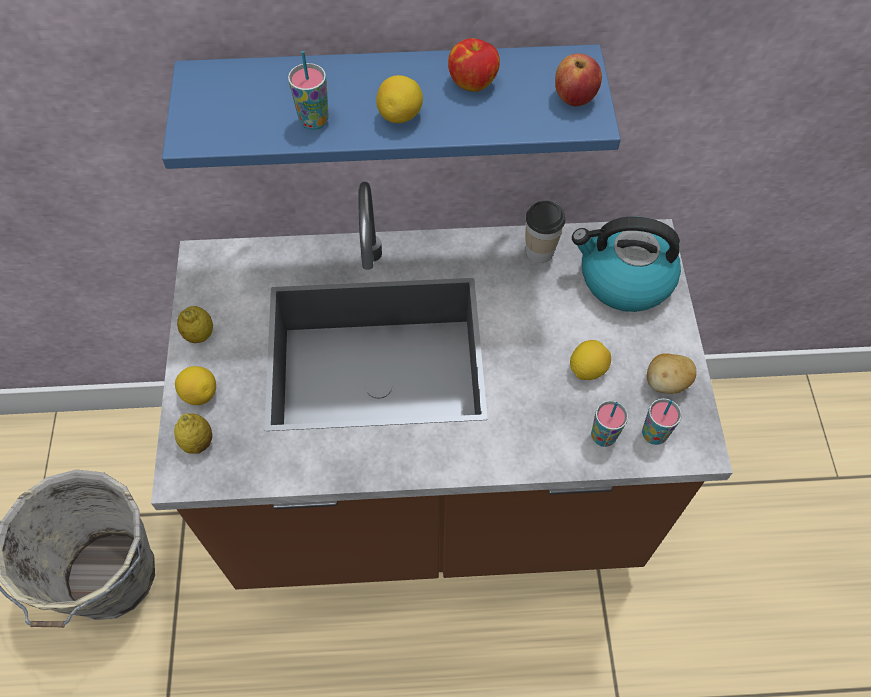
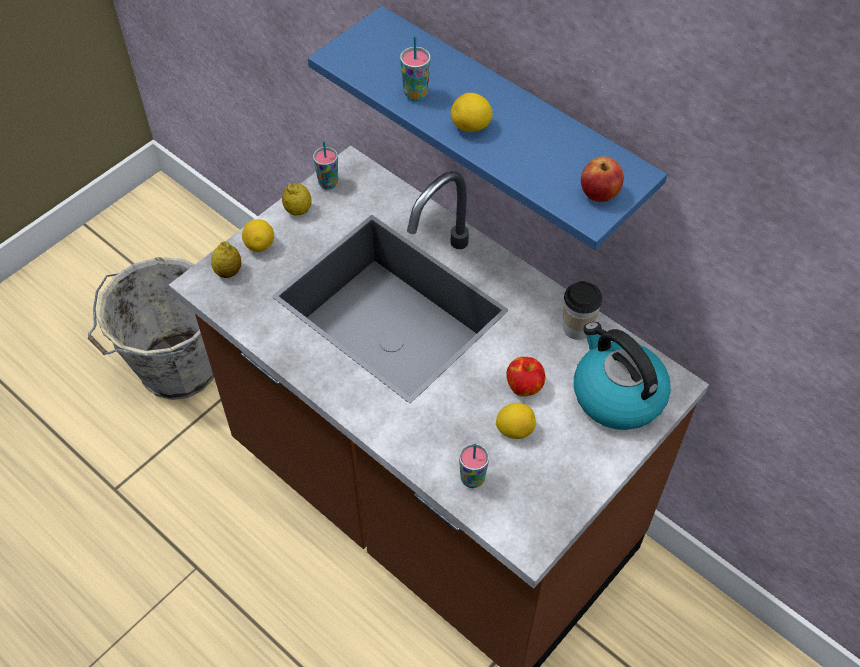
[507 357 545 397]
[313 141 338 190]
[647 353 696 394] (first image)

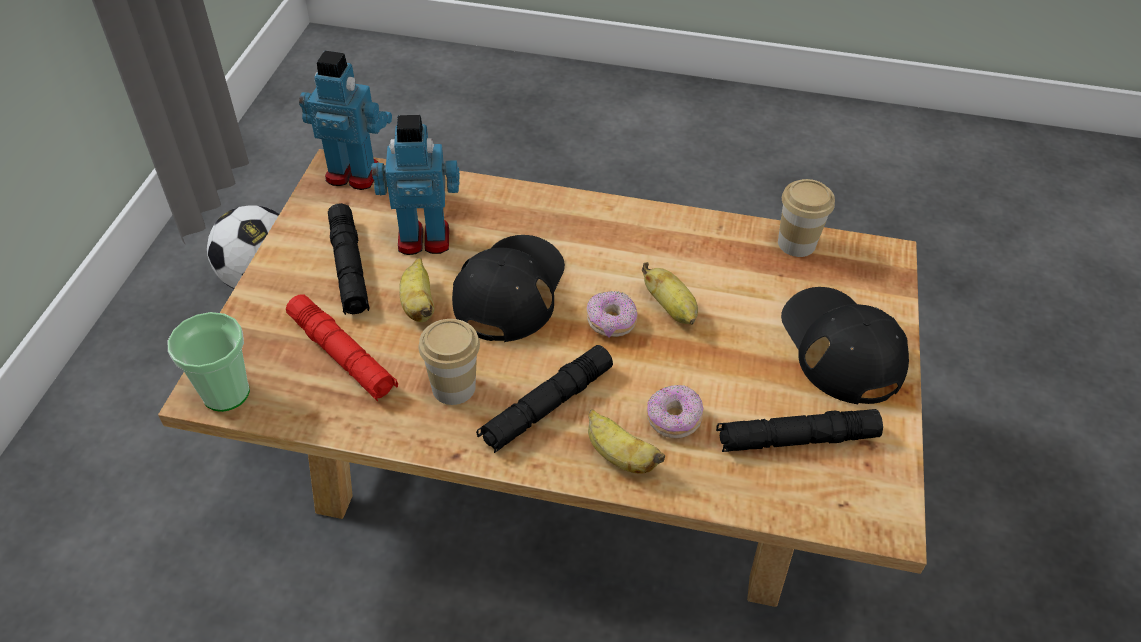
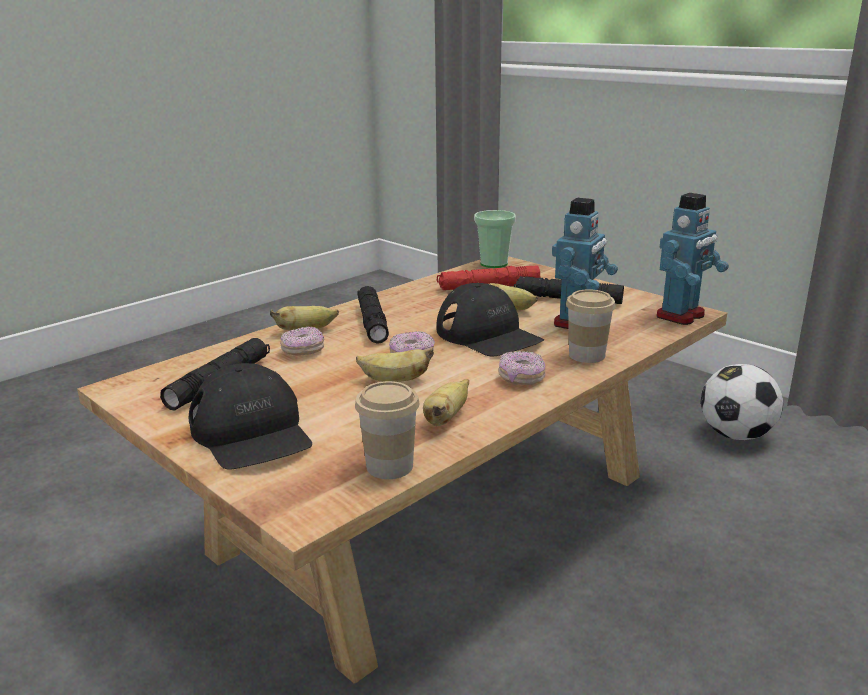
[566 289 616 363]
[189 363 312 470]
[423 379 469 426]
[499 351 546 385]

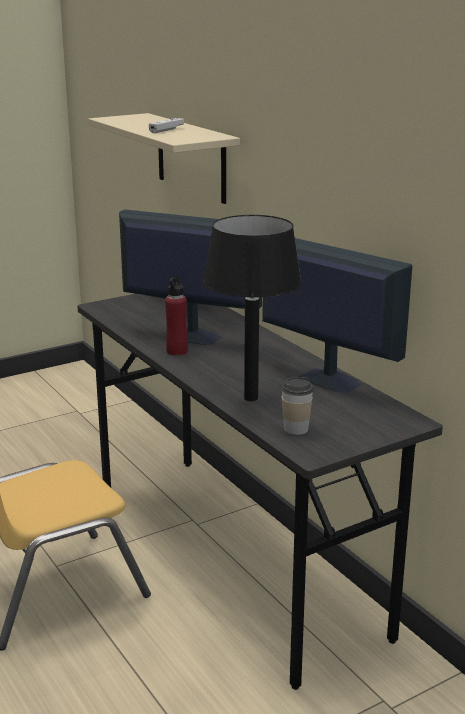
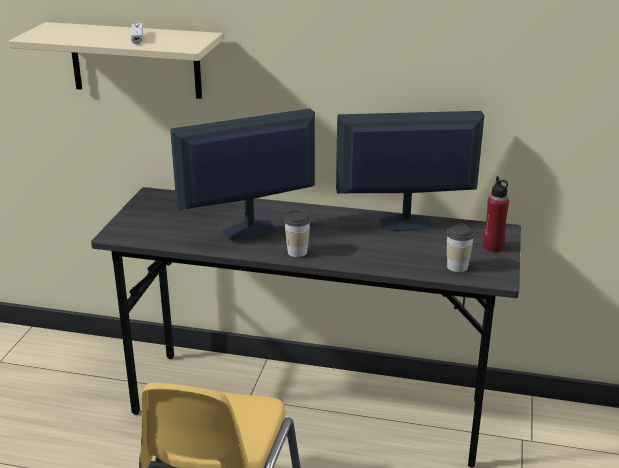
[483 176 509 252]
[203 215 302 401] (first image)
[284 211 311 257]

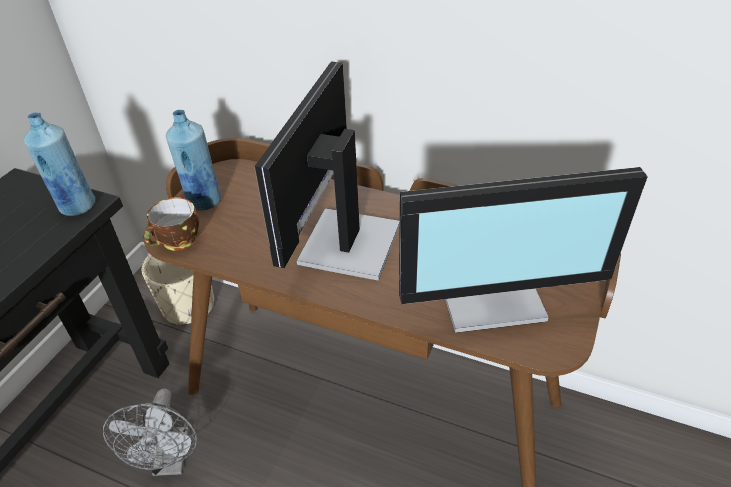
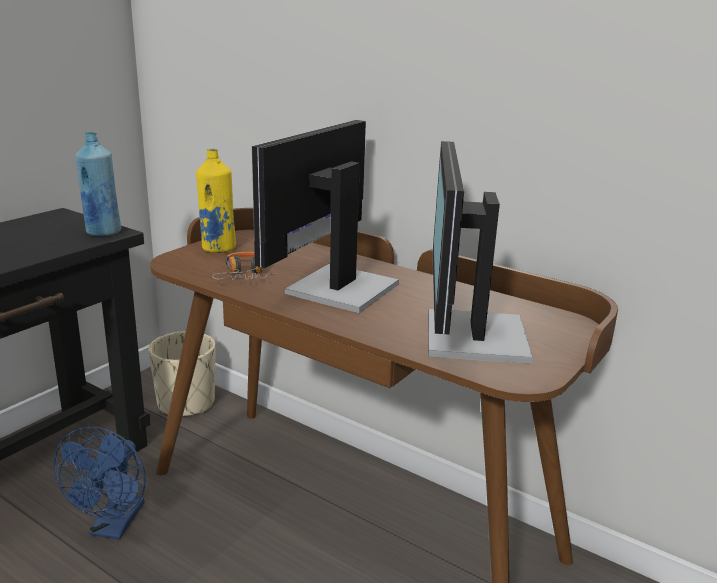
[53 427 146 540]
[145 197 199 251] (first image)
[196 149 236 253]
[428 141 533 364]
[212 252 277 280]

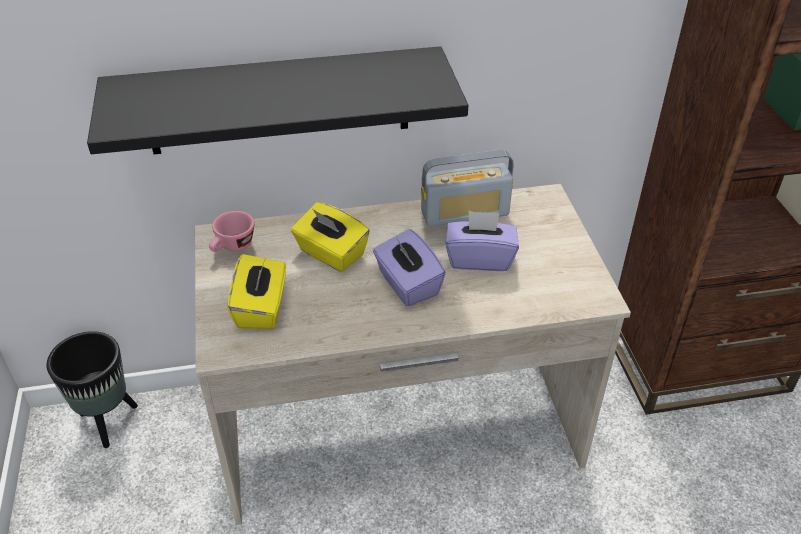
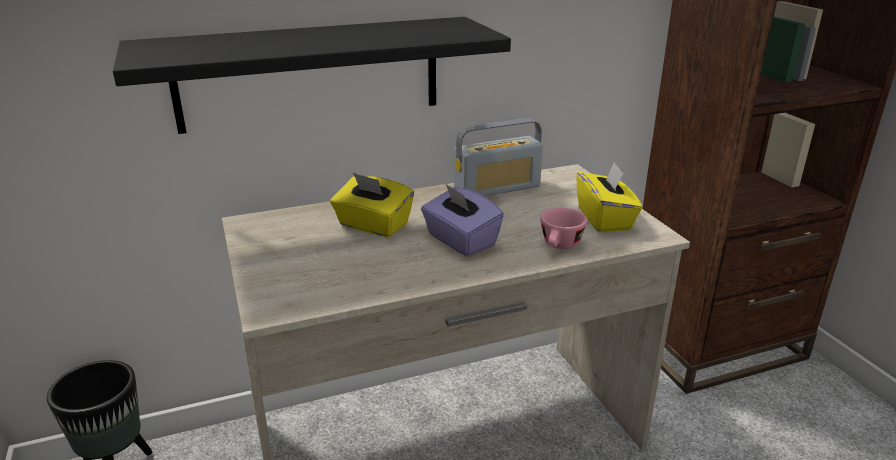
[540 208 587 249]
[576 162 642 232]
[445 210 519 271] (first image)

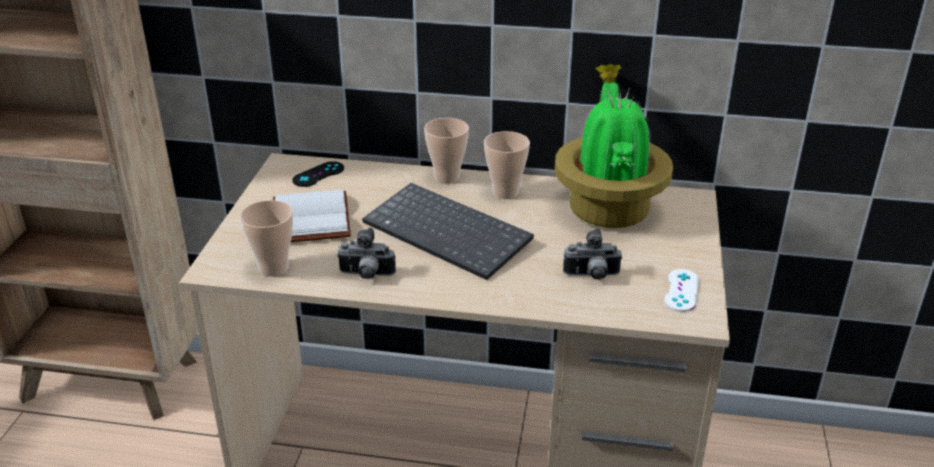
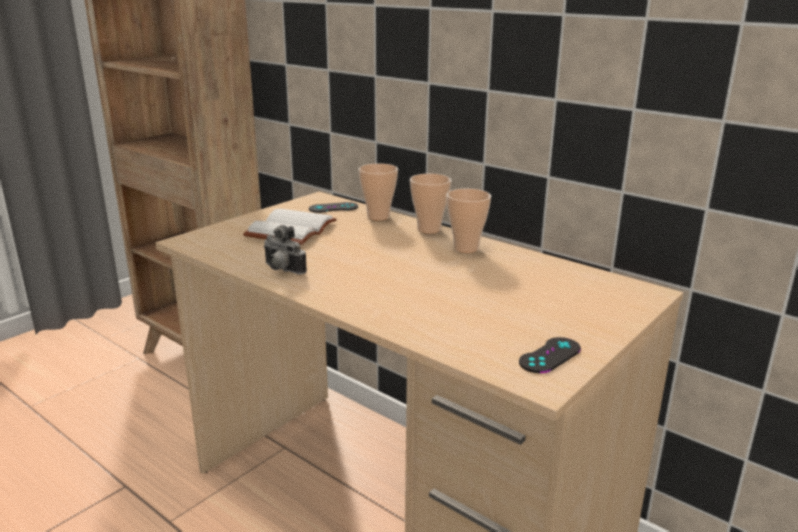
[359 164 398 220]
[362 183 534 280] (first image)
[555 64 673 228] (first image)
[563 228 623 280] (first image)
[519 337 581 373]

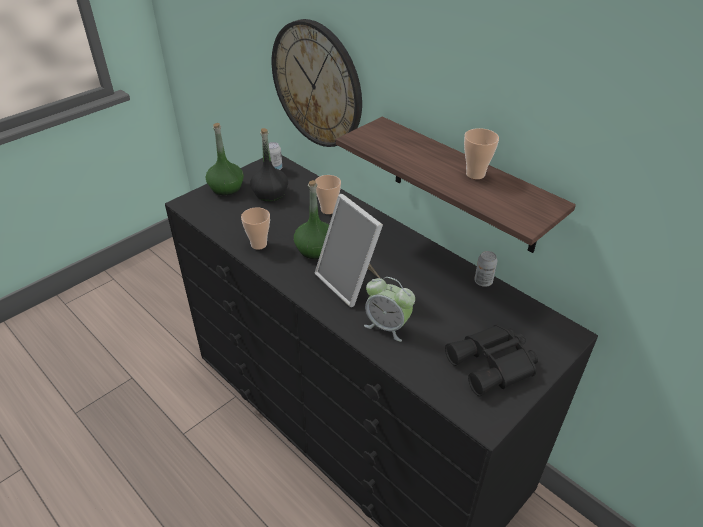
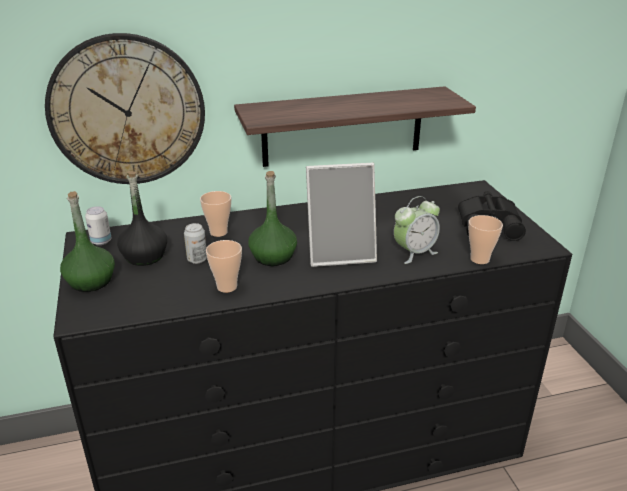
[468 215 503 264]
[184 223 207 264]

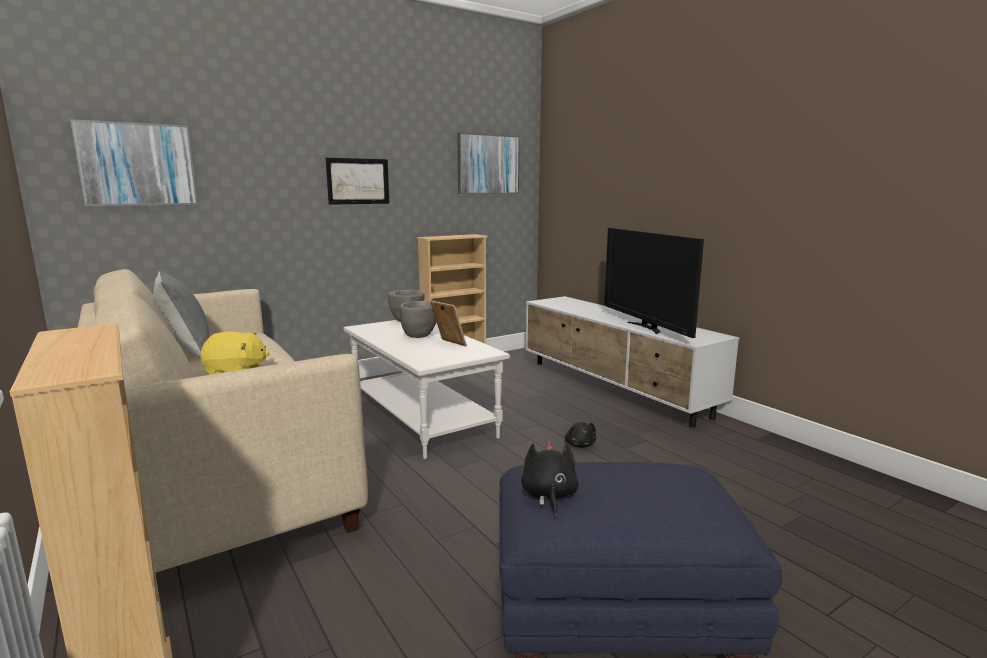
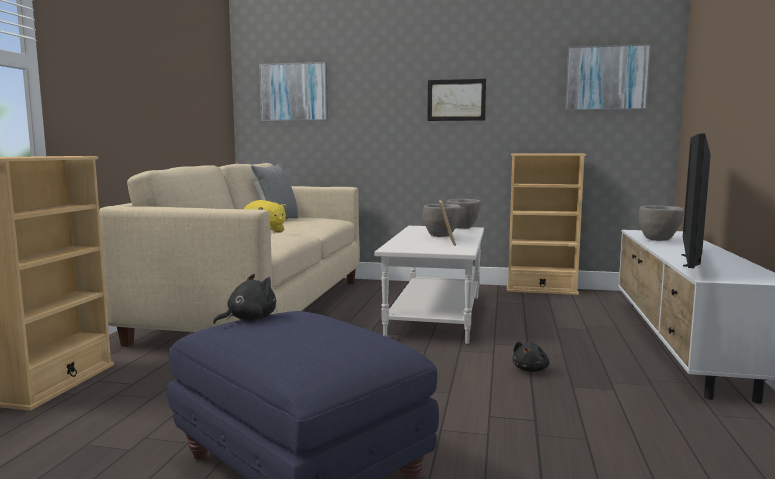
[639 205 684 241]

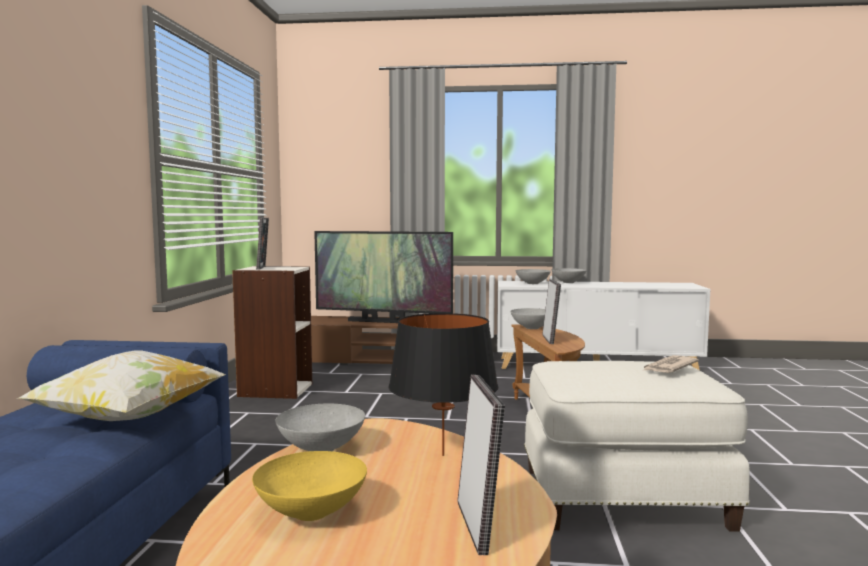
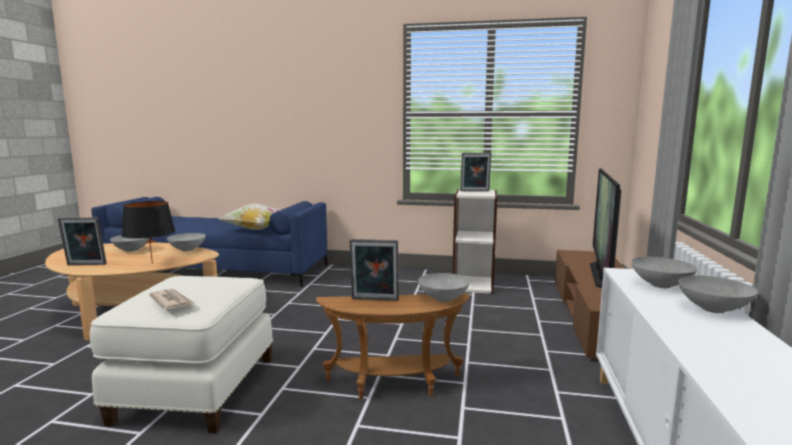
[110 235 149 252]

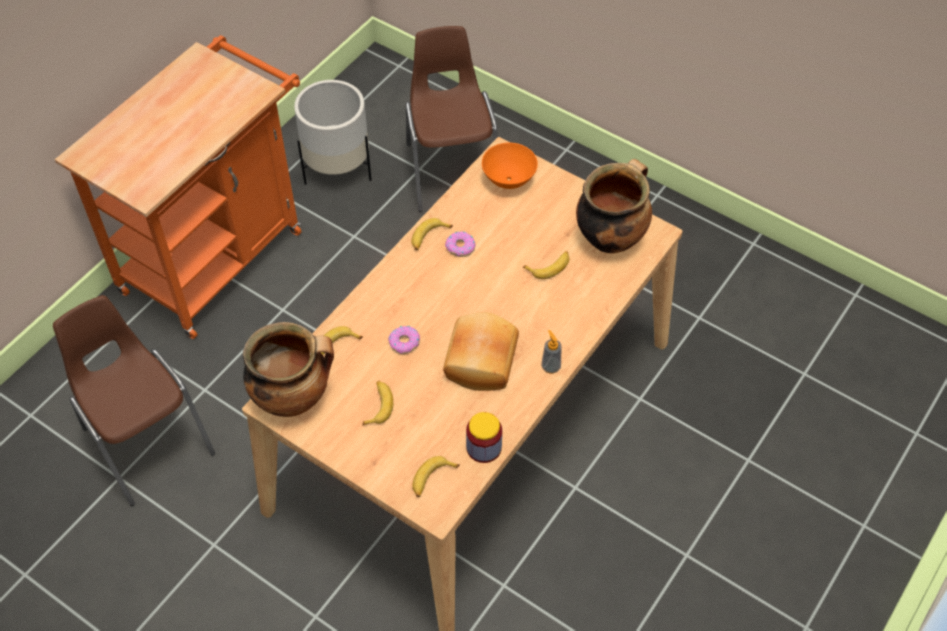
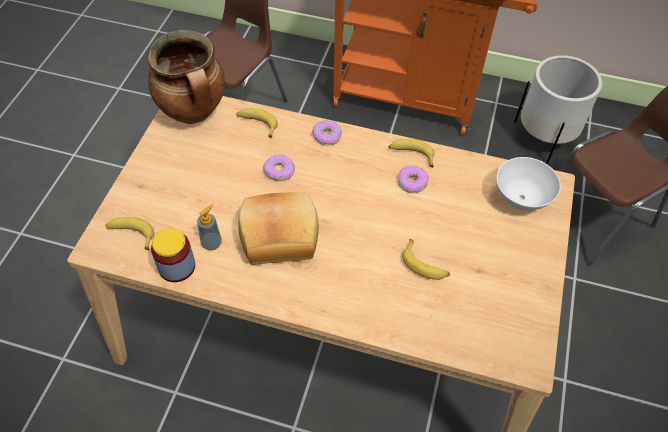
[362 381 393 426] (first image)
[496 157 561 211]
[197 205 222 251]
[576 159 652 253] (first image)
[312 120 342 146]

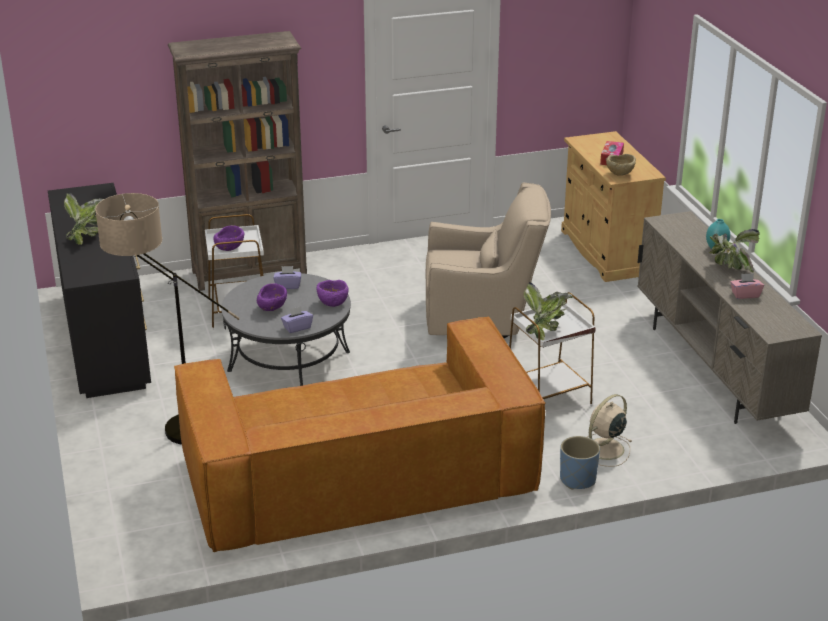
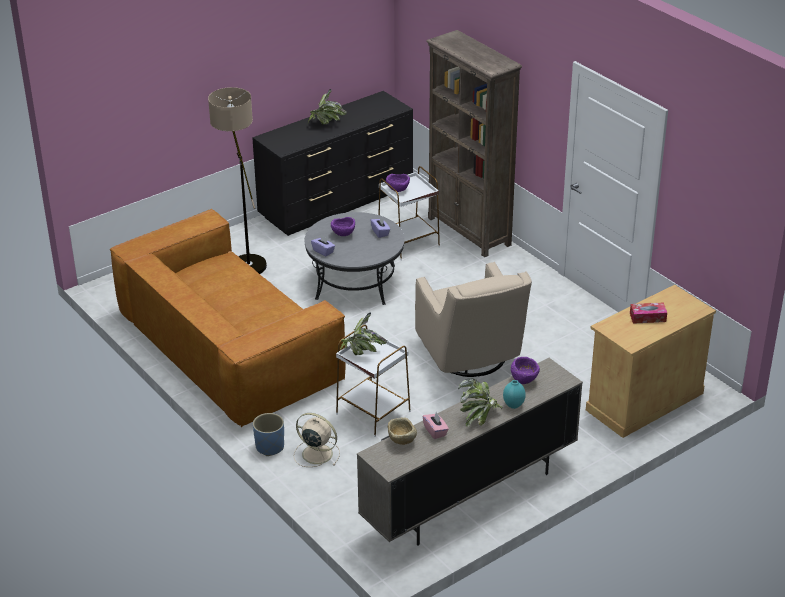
[511 357 540 384]
[388 417 417 445]

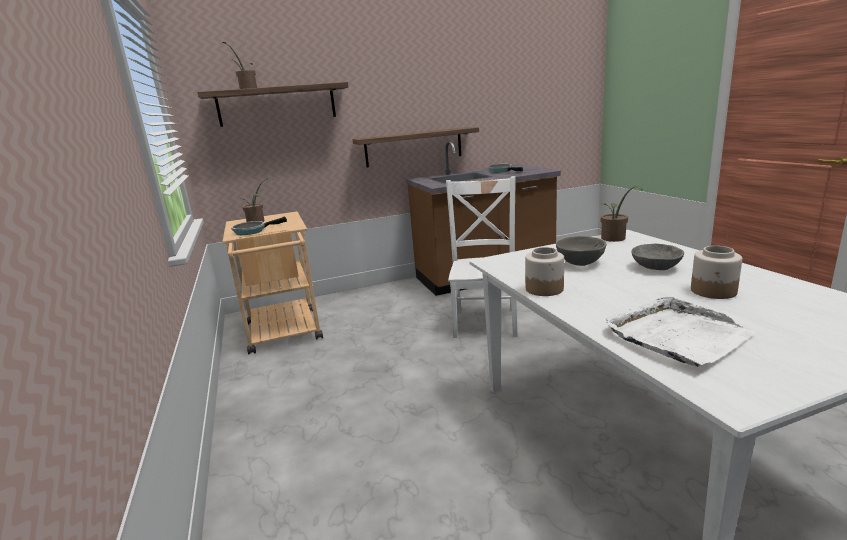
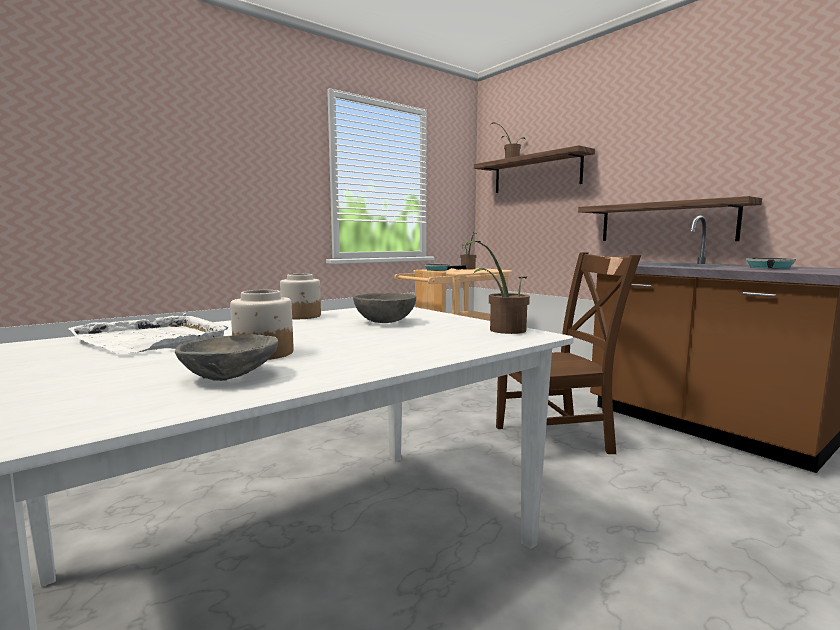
[496 252 641 454]
[175 334 278 381]

